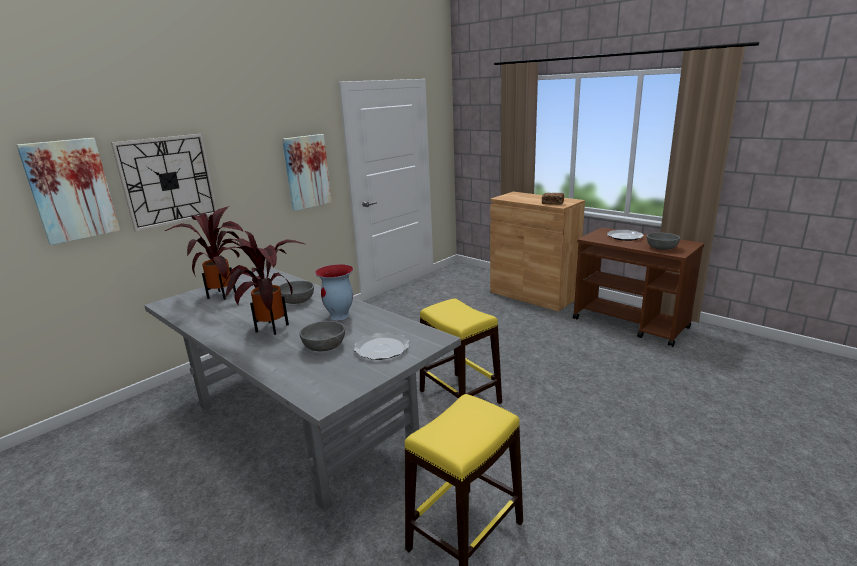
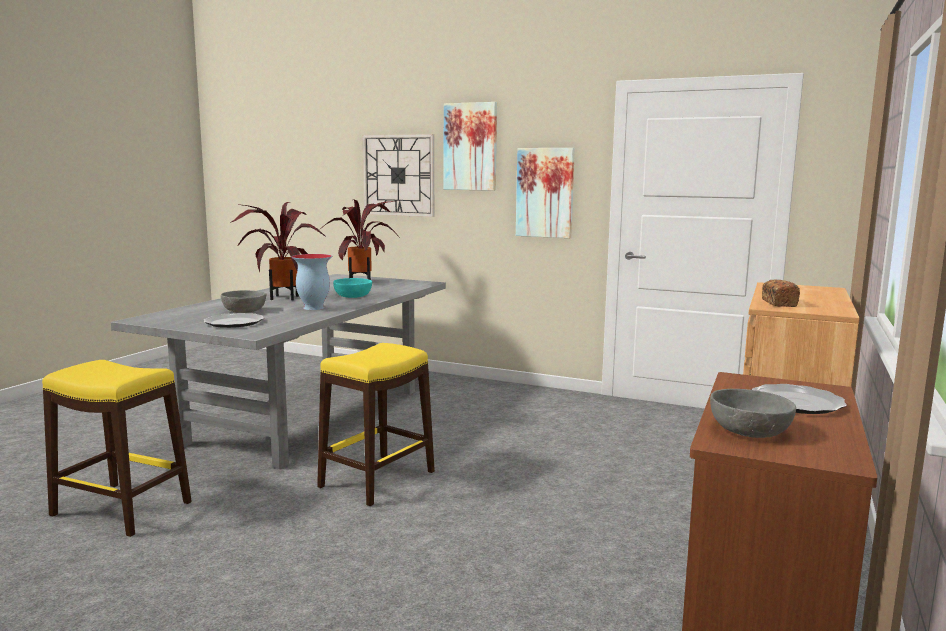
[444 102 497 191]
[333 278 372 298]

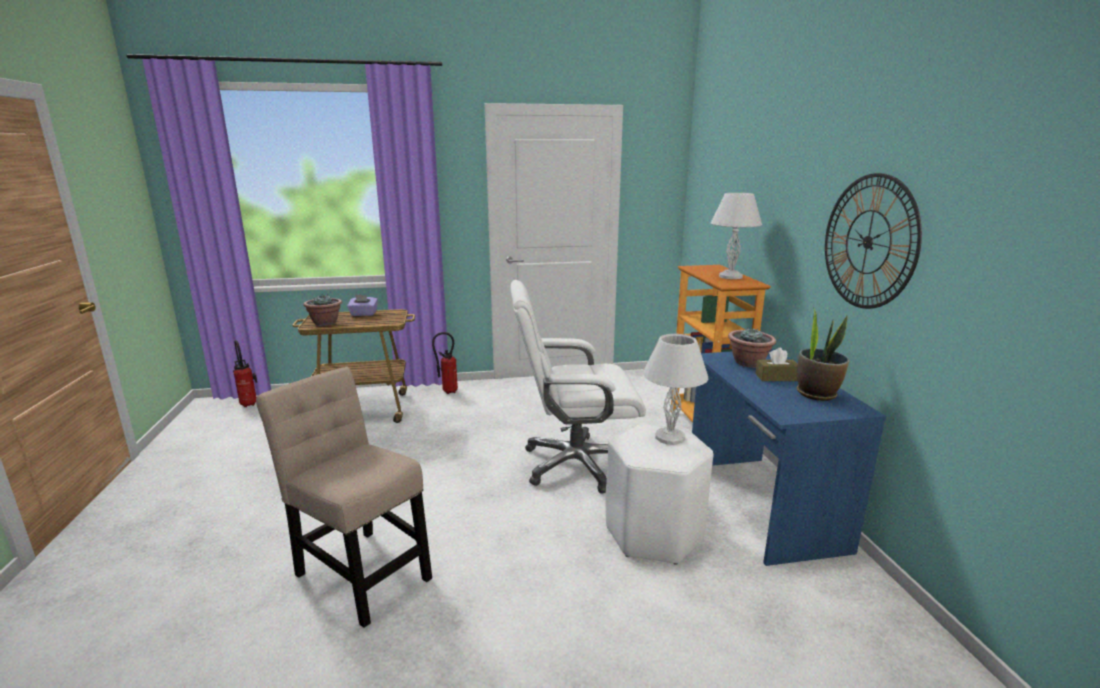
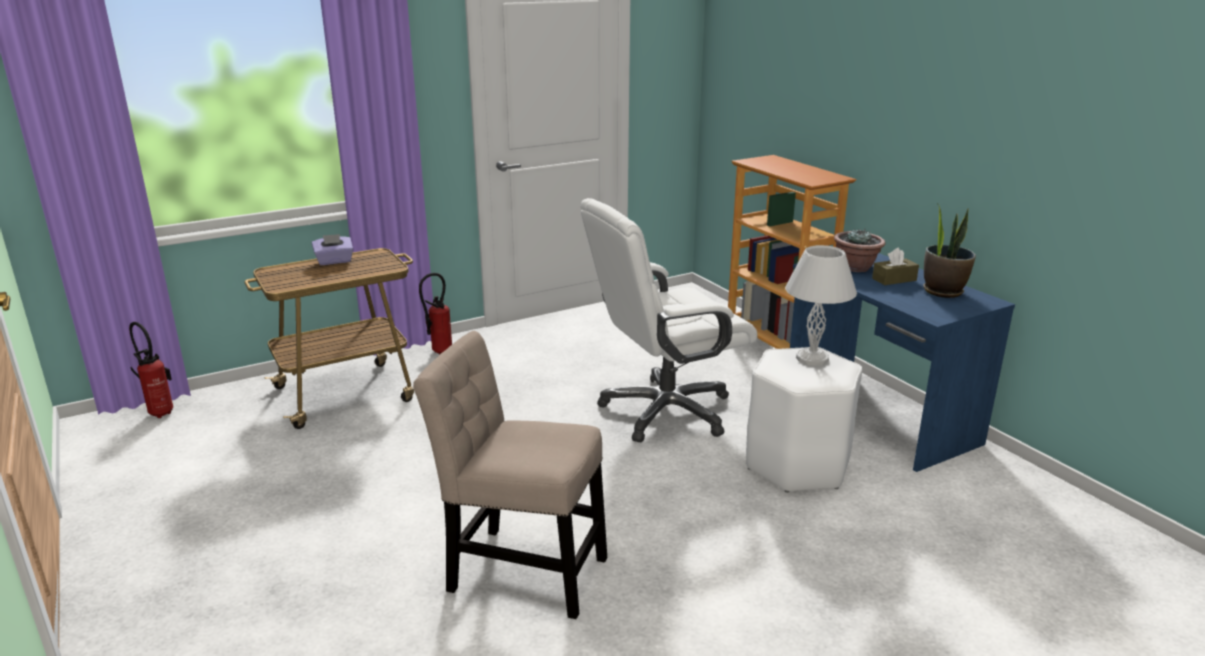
[303 295 342 326] (first image)
[711 193 762 279] (first image)
[825 173 922 309] (first image)

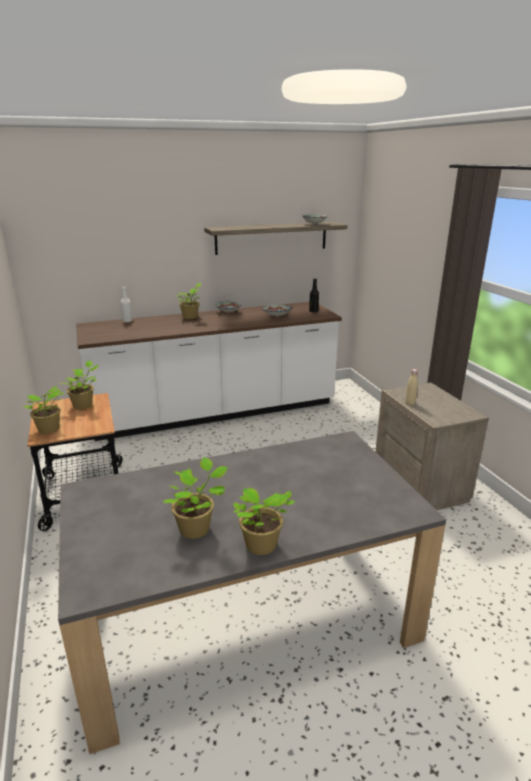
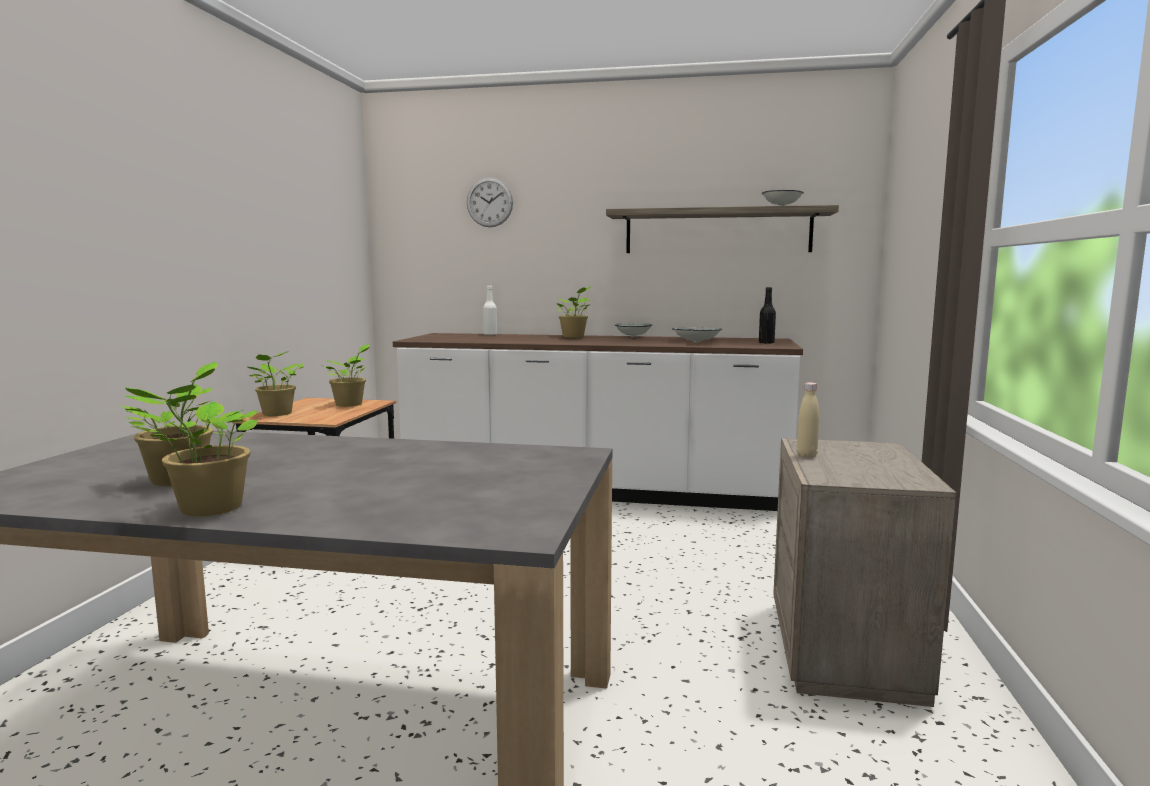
[467 178 513 227]

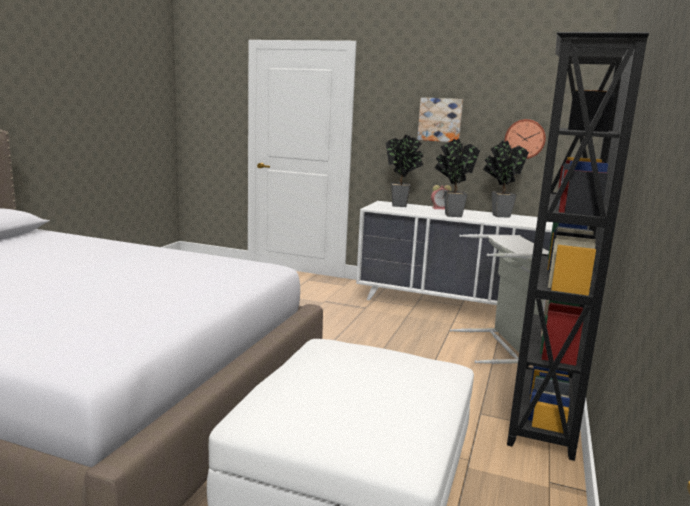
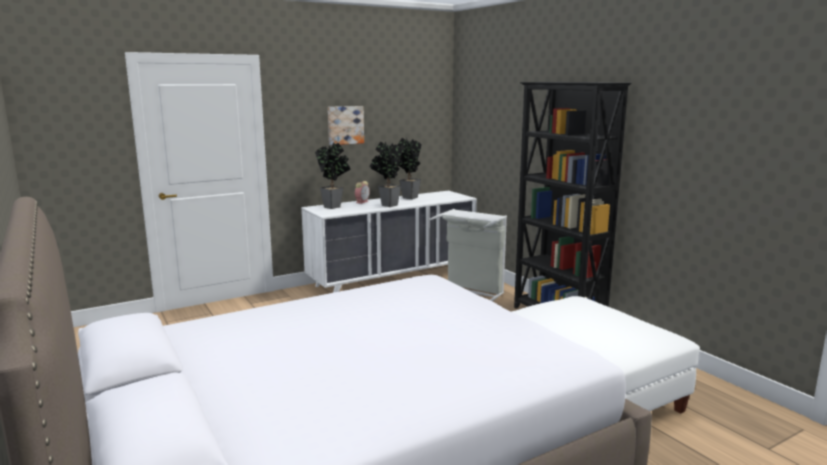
[505 119 546 159] (first image)

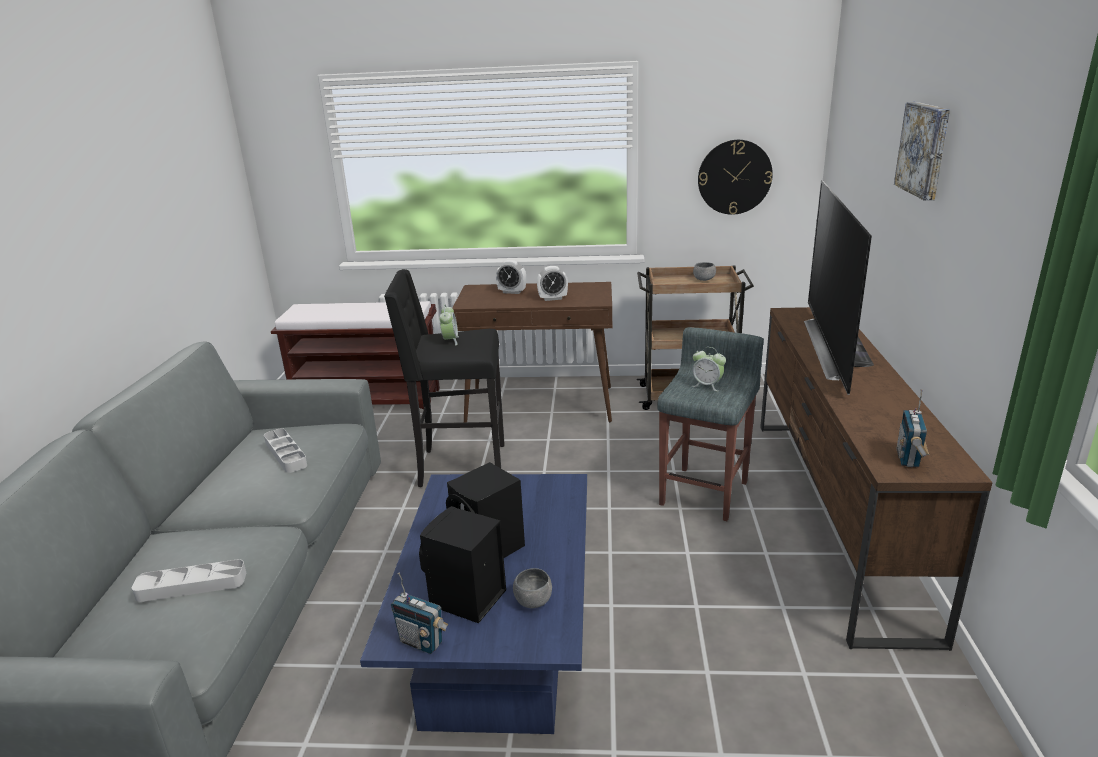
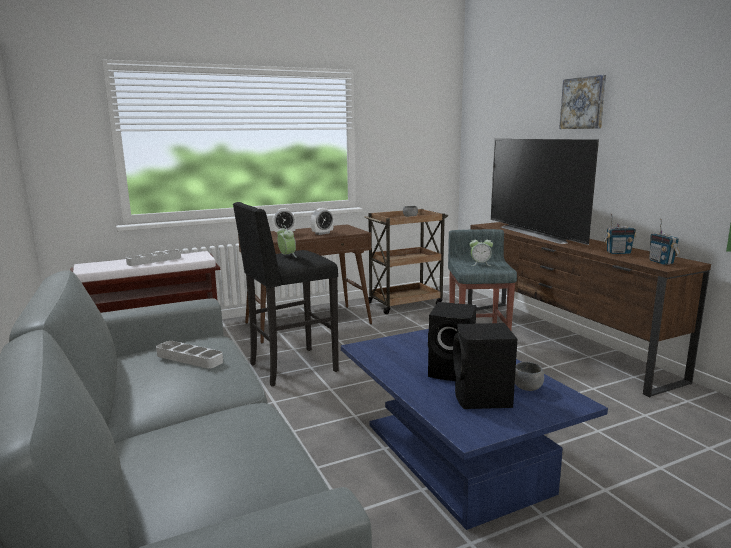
[126 250 181 266]
[604 214 636 254]
[698 140 773 215] (first image)

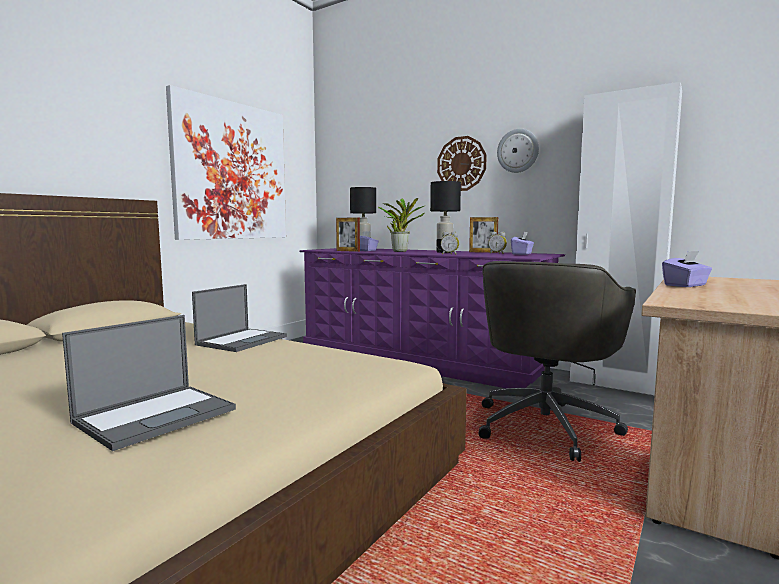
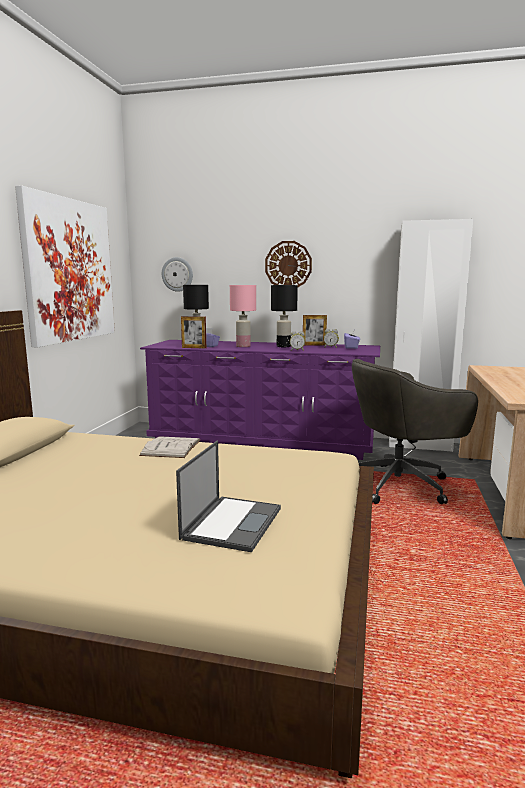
[139 436 200 458]
[230 285 256 347]
[352 359 478 504]
[162 257 193 292]
[662 251 712 287] (first image)

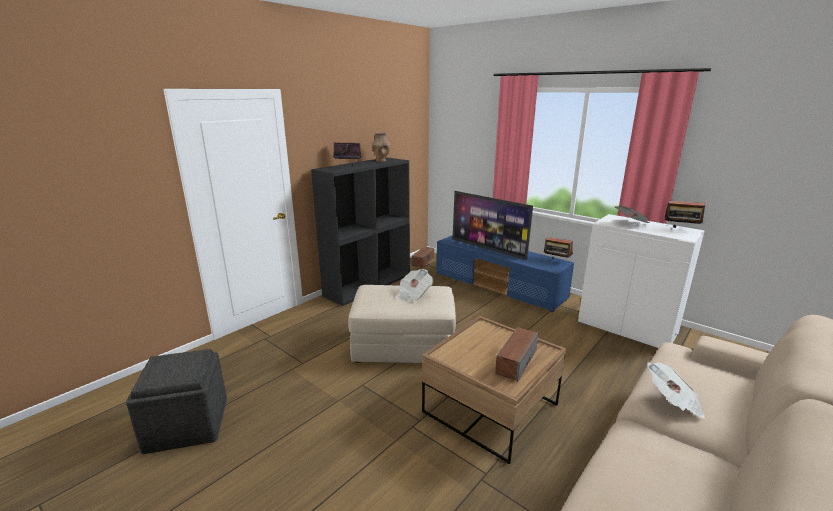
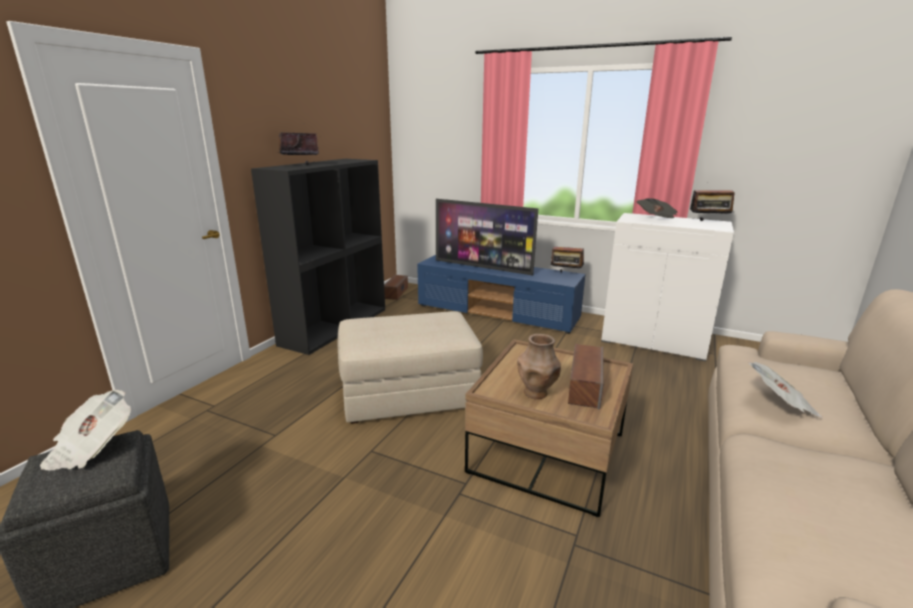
[517 334 561 400]
[40 390 131 470]

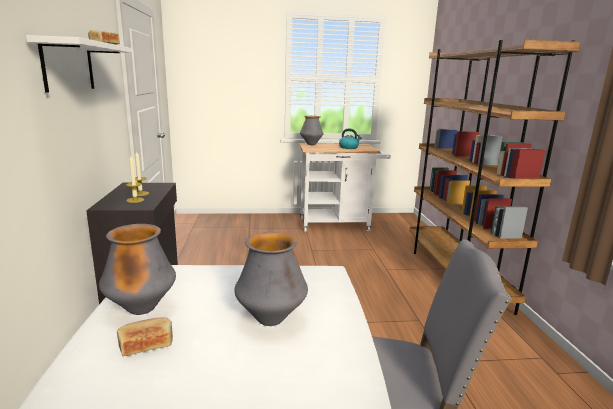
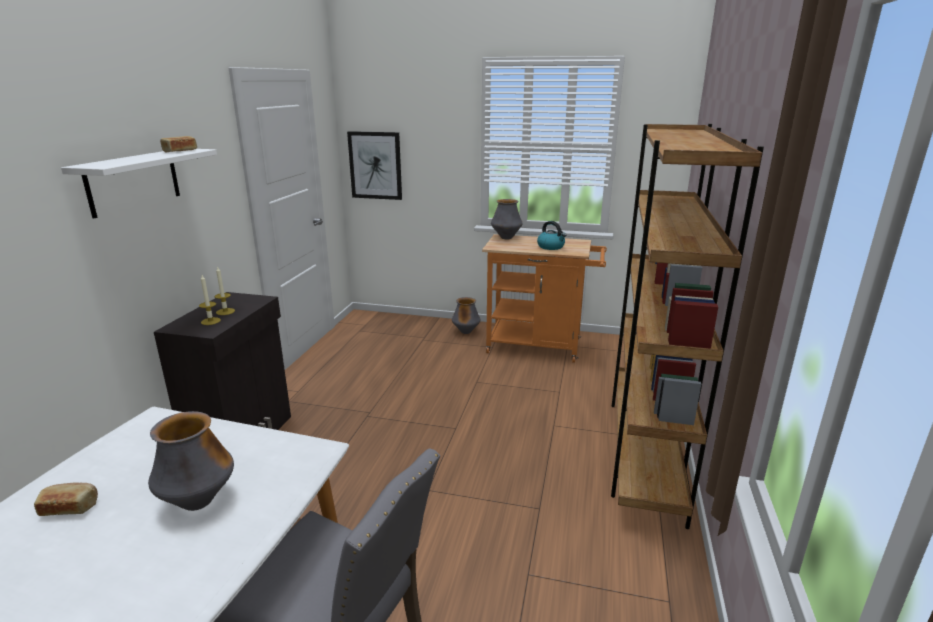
[452 297 481 334]
[482 234 607 363]
[347 131 402 200]

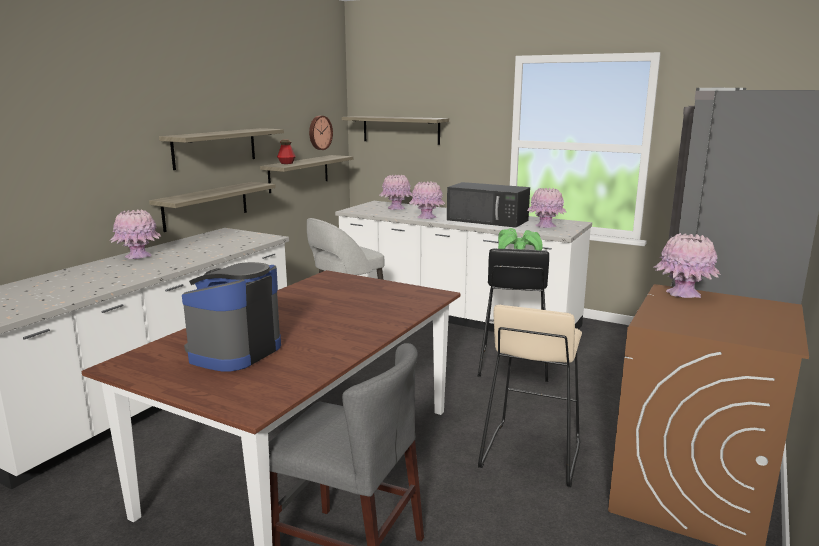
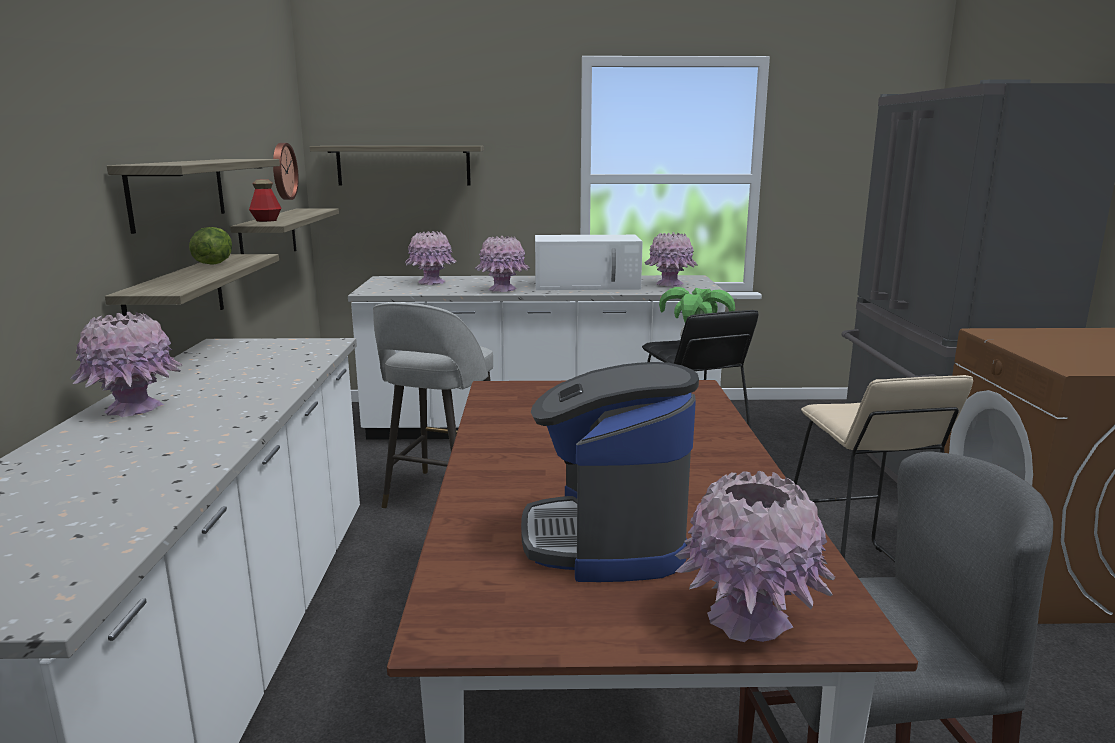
[535 235 643 290]
[675 471 835 642]
[189 227 232 265]

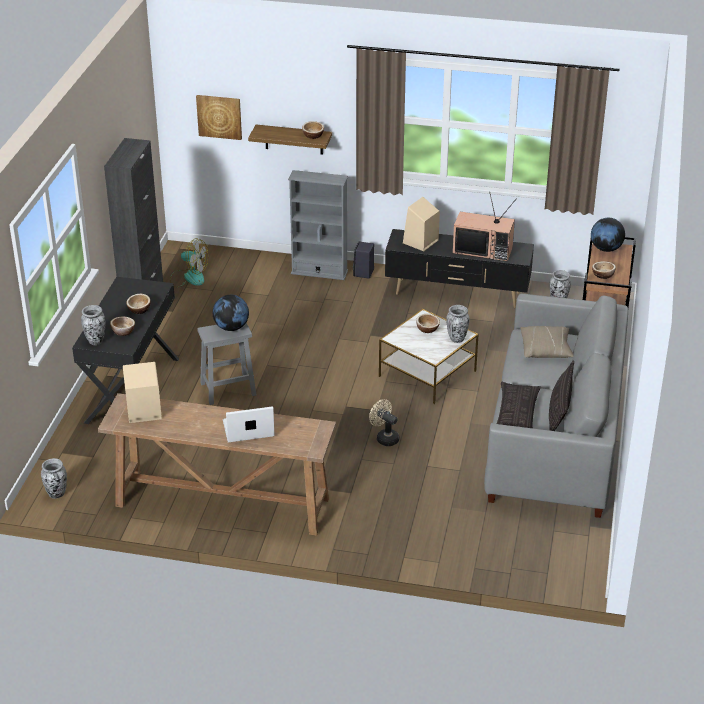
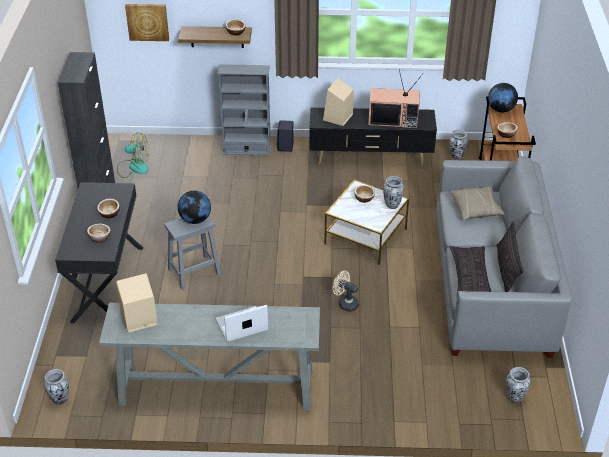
[506 367 530 403]
[99 303 320 410]

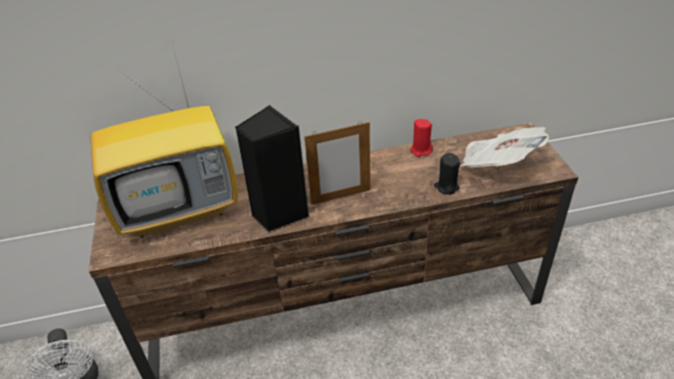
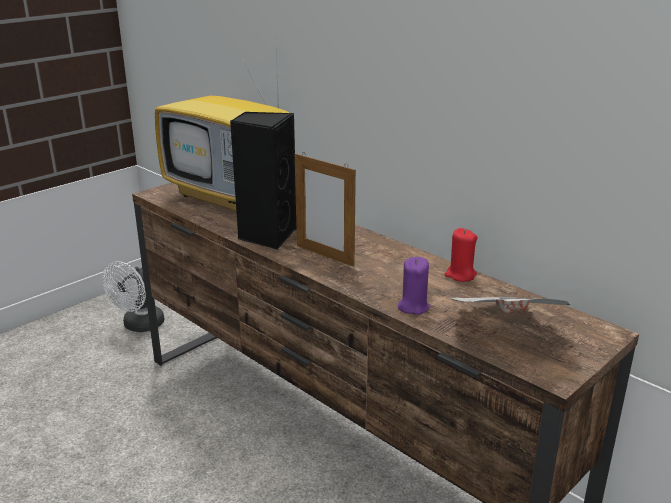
[398 257 430 315]

